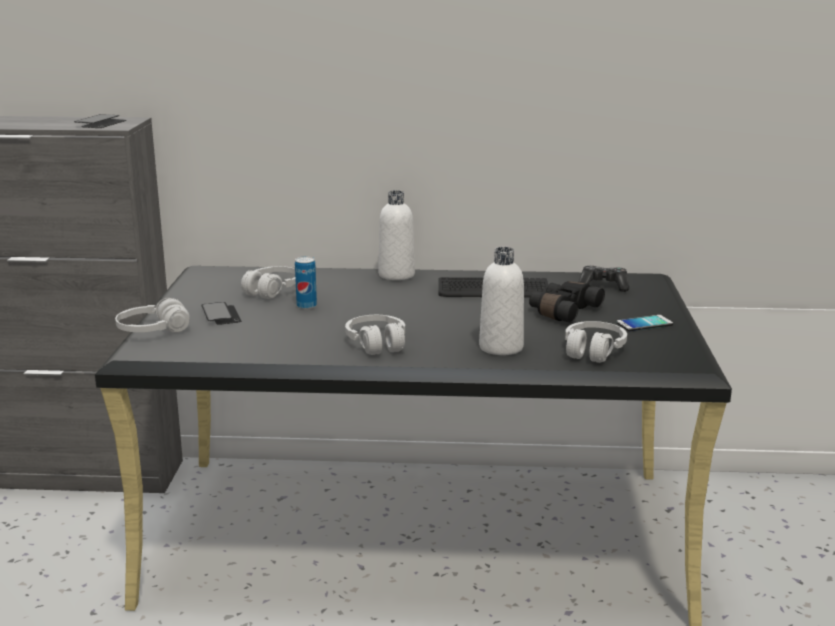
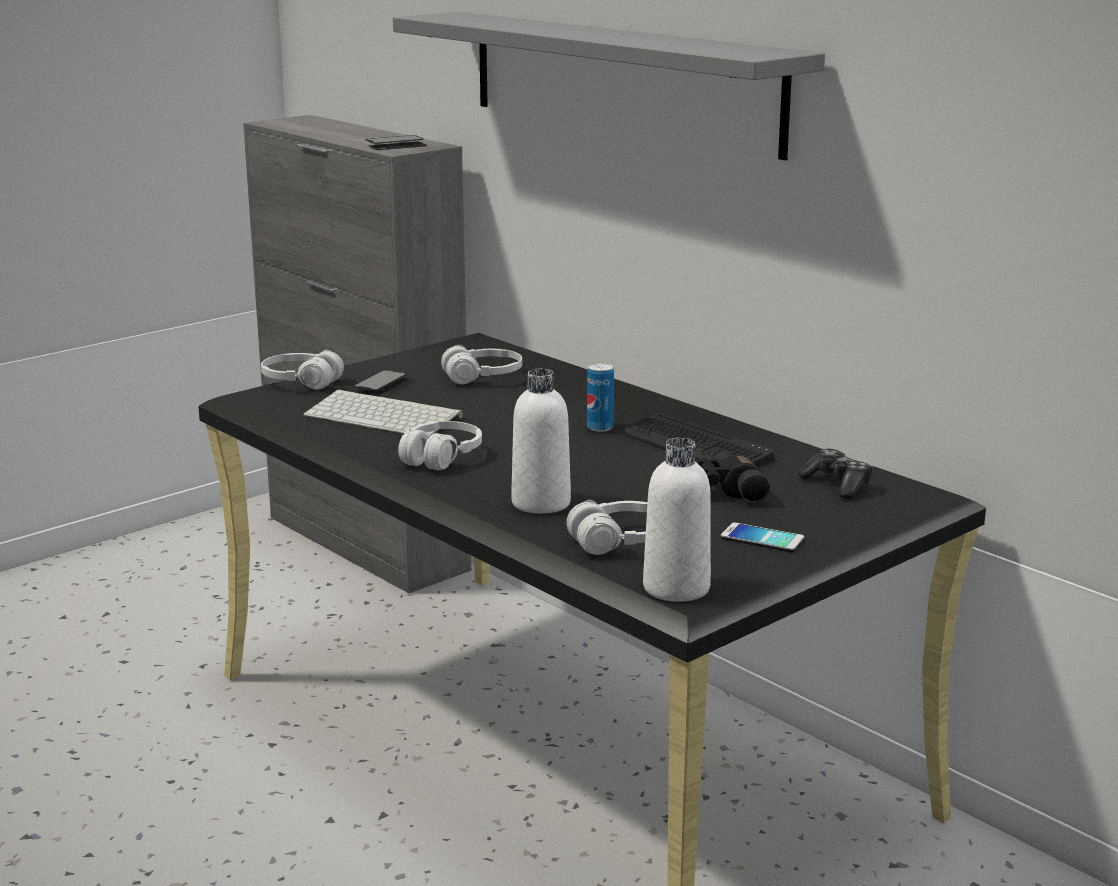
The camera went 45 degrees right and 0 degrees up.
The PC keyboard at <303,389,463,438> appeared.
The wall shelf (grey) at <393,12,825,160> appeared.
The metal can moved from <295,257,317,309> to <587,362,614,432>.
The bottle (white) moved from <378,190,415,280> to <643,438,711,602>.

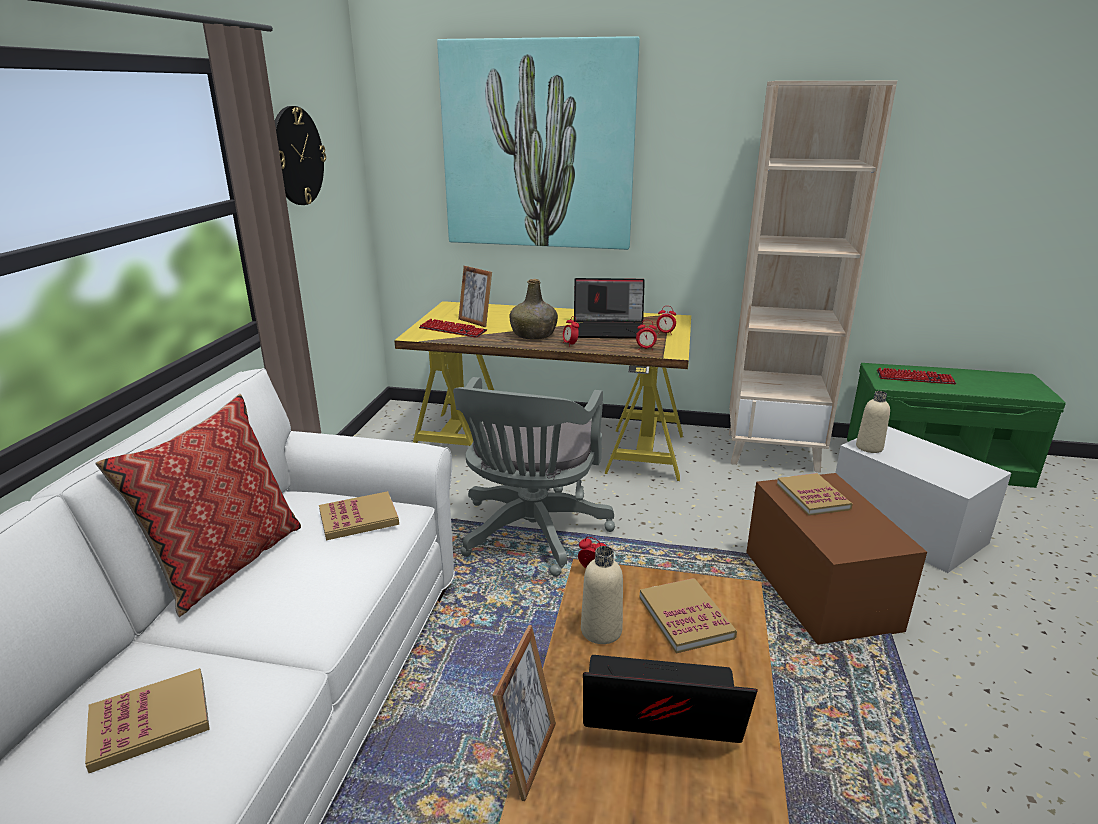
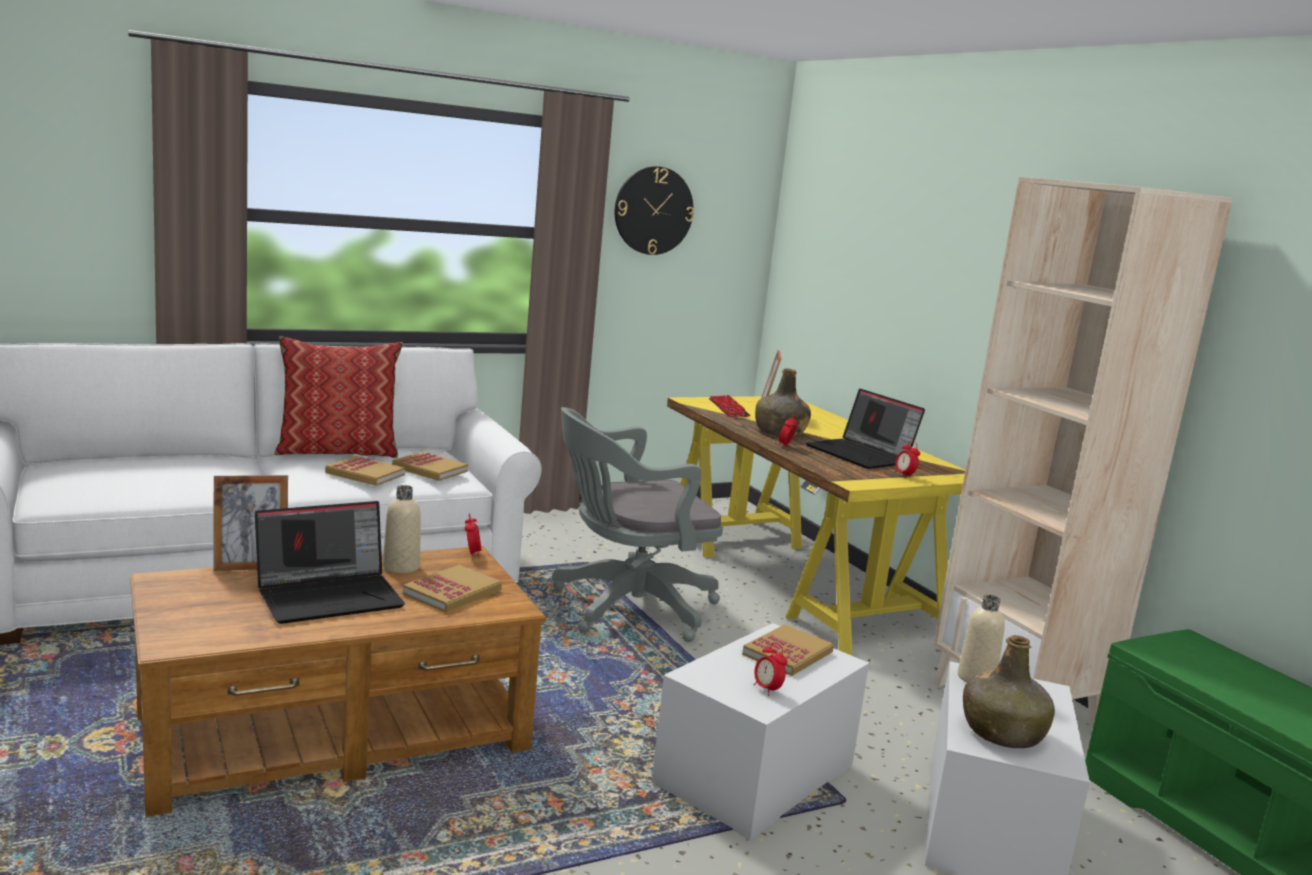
The camera went 50 degrees right and 10 degrees down.
The picture at <437,36,640,250> disappeared.
The PC keyboard at <877,368,956,384> disappeared.
The bottle (green-coloured) at <963,635,1055,748> appeared.
The bound book moved from <85,668,210,773> to <325,456,405,486>.
The alarm clock moved from <636,320,657,350> to <754,642,788,696>.
The storage bin (brown-coloured) at <746,473,927,645> became the storage bin (white) at <652,623,869,840>.
The laptop at <583,655,758,743> turned 90 degrees clockwise.

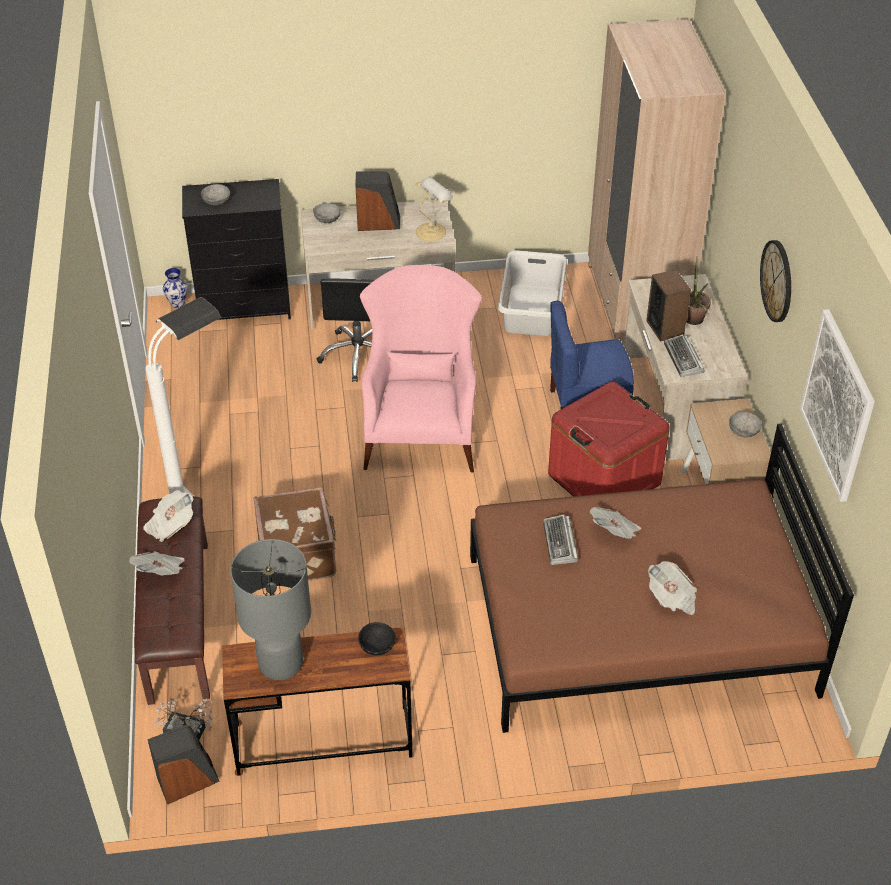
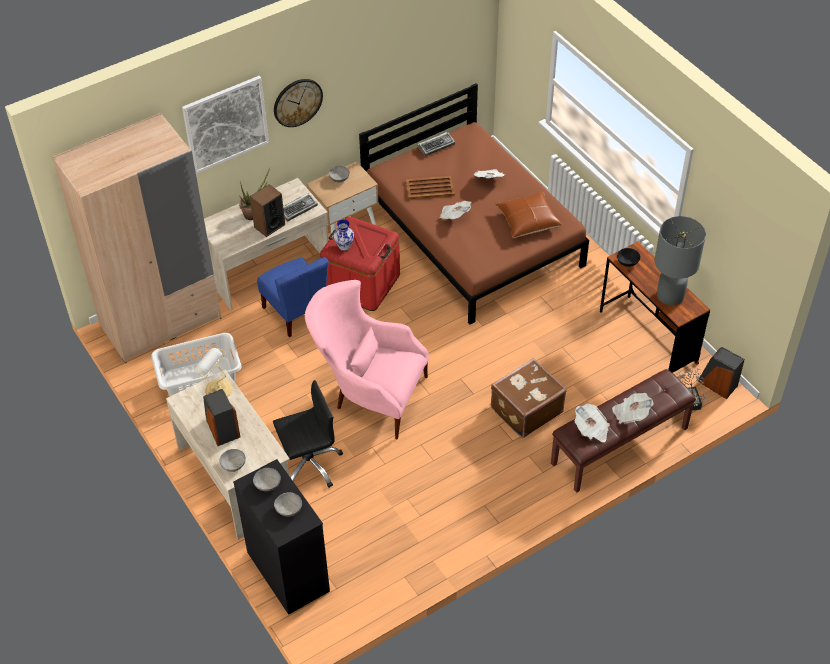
The camera went 115 degrees left and 5 degrees up.
The floor lamp (white) at <145,297,221,498> disappeared.
The deep dish (grey) at <253,468,281,491> appeared.
The carrying tray (brown-coloured) at <406,176,455,199> appeared.
The pillow (brown-coloured) at <495,192,562,238> appeared.
The vase moved from <163,268,188,308> to <334,219,354,251>.
The PC keyboard moved from <543,514,578,565> to <417,132,455,156>.
The picture moved from <800,309,875,502> to <182,76,269,174>.
The easy chair (pinkish) at <360,265,482,473> turned 45 degrees clockwise.

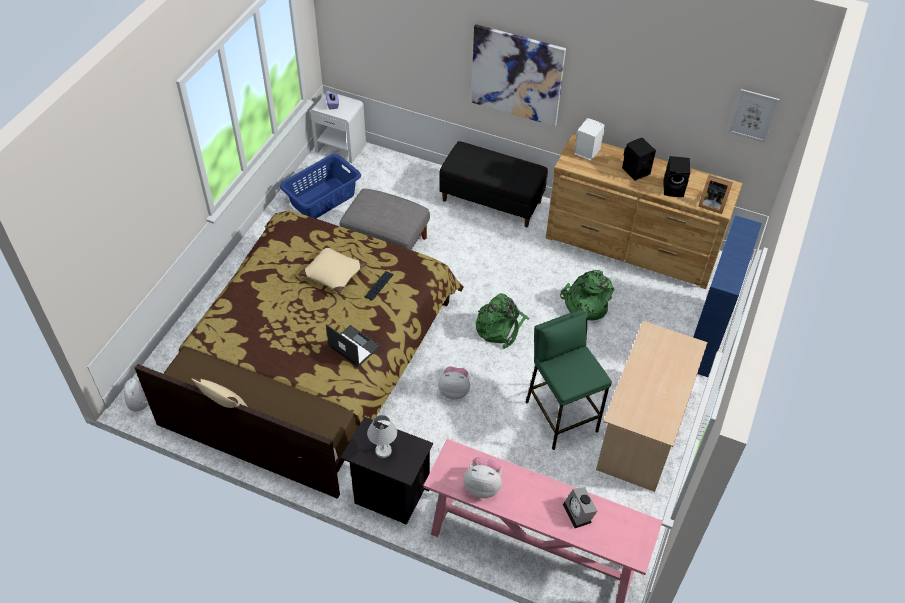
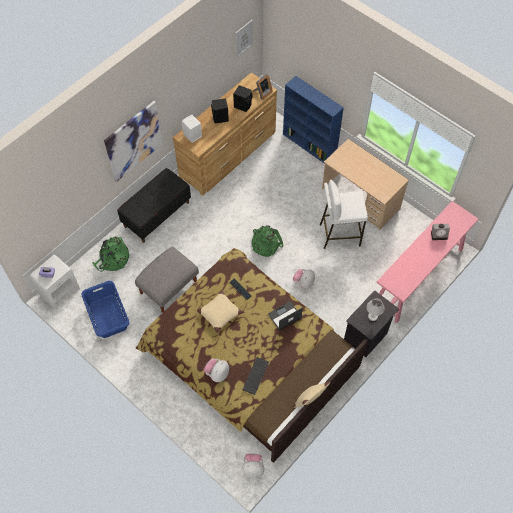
The camera went 70 degrees left and 10 degrees up.
The PC keyboard at <242,357,269,395> appeared.
The soft toy moved from <463,457,502,498> to <204,358,229,382>.
The backpack (green-coloured) moved from <560,270,614,320> to <92,236,129,272>.
The stool (green-coloured) at <526,310,612,450> became the stool (white) at <320,180,368,249>.

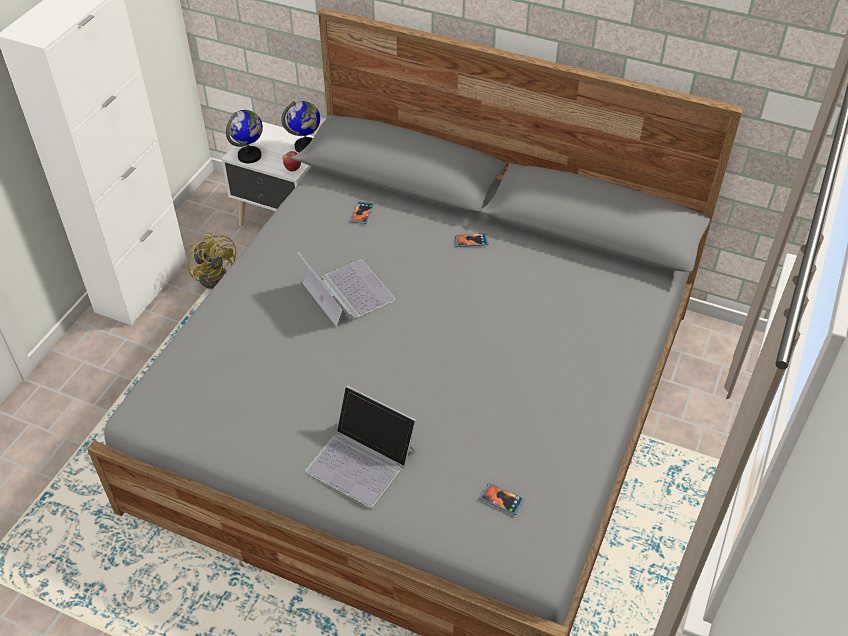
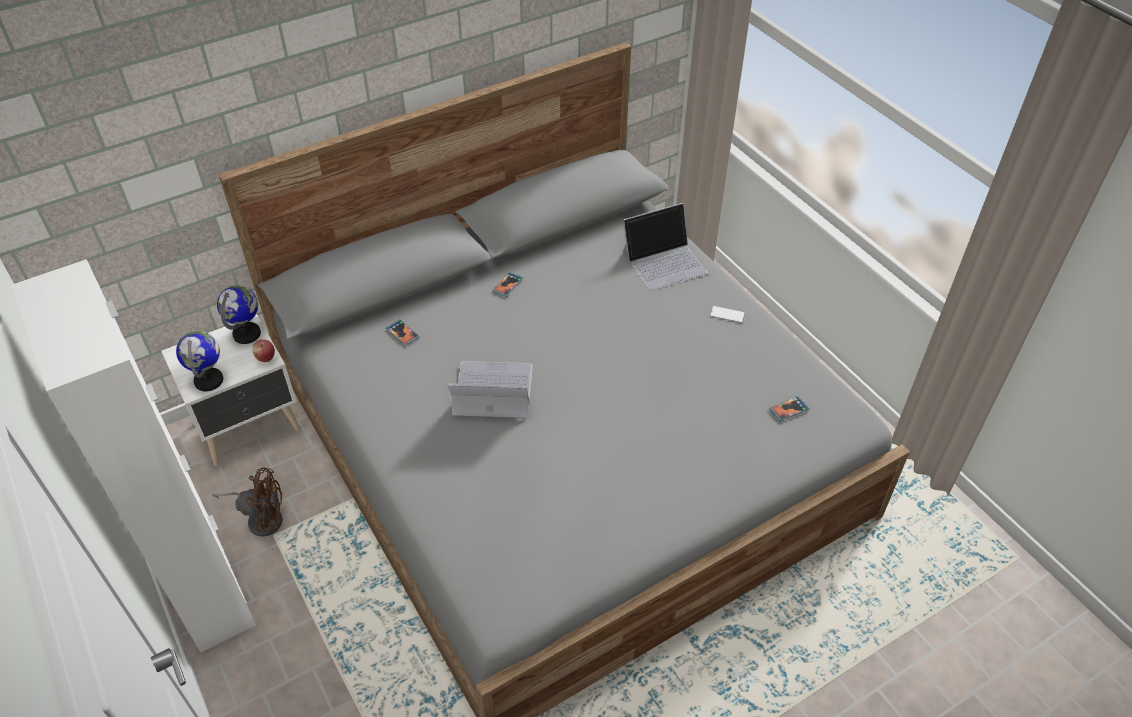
The camera went 55 degrees left and 0 degrees up.
The phone at <710,306,745,323> appeared.
The laptop moved from <305,386,416,508> to <622,203,709,291>.
The electric fan (yellow) at <188,233,236,289> became the electric fan (brown-coloured) at <212,468,283,537>.

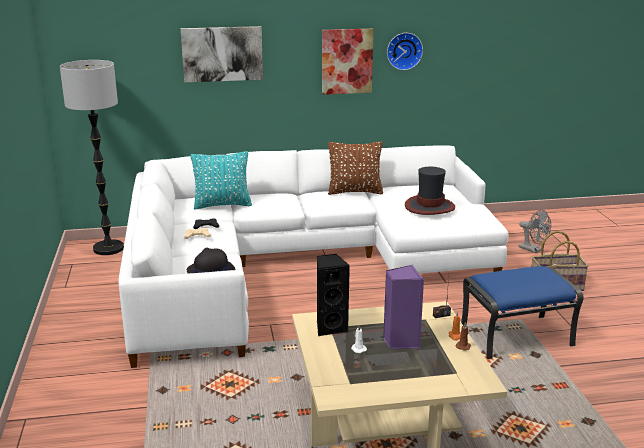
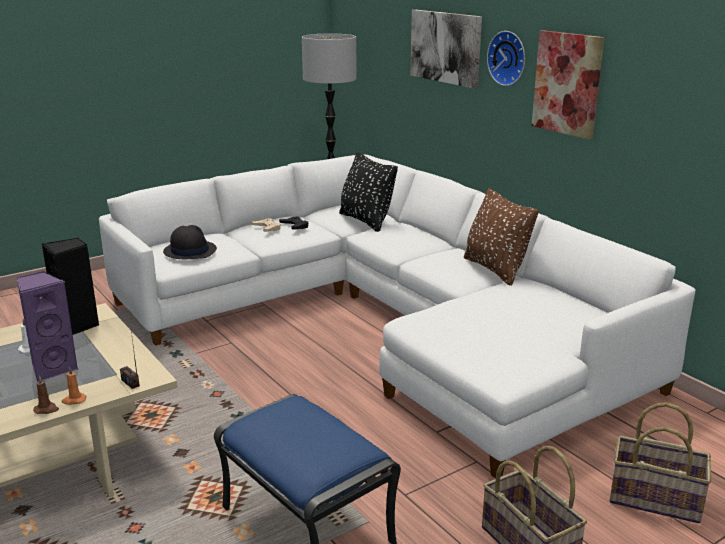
The camera went 65 degrees right and 0 degrees up.
The wearable hat at <405,167,455,215> disappeared.
The clock on the wall moved from <387,33,423,70> to <487,31,525,86>.
The electric fan (grey) at <519,210,551,253> was replaced by the household basket at <610,402,711,523>.
The pillow (turquoise) at <191,151,252,210> became the pillow (black-coloured) at <339,152,398,232>.

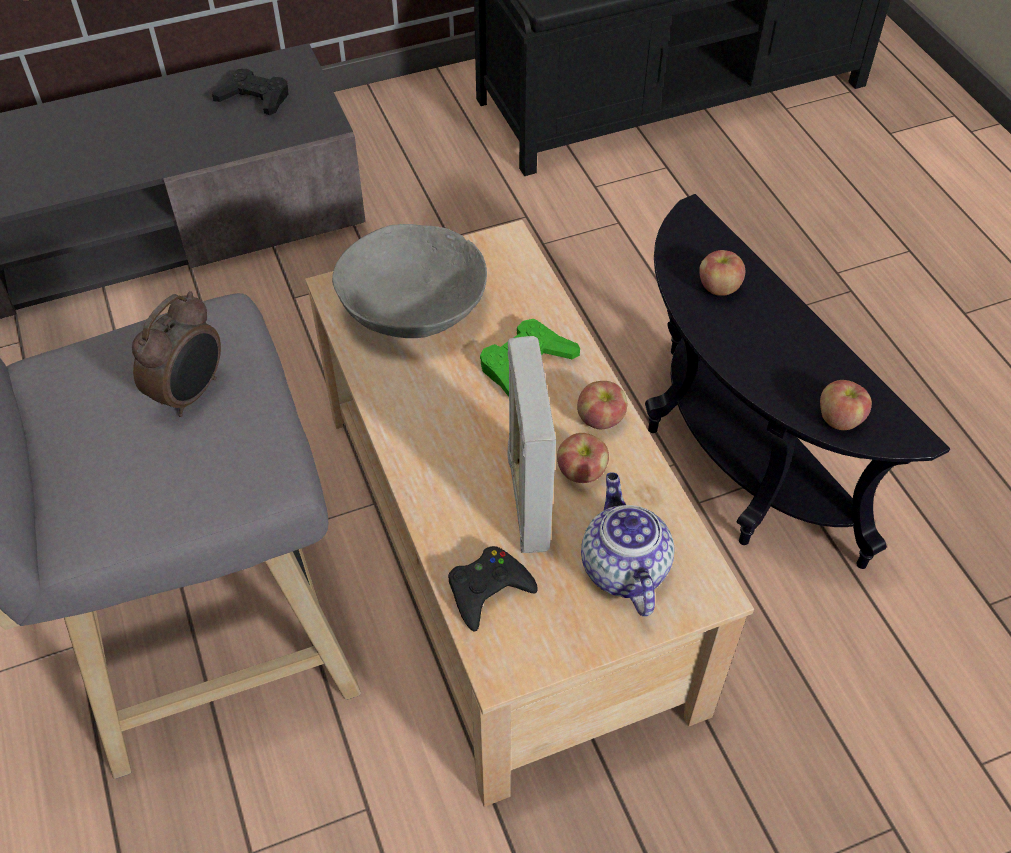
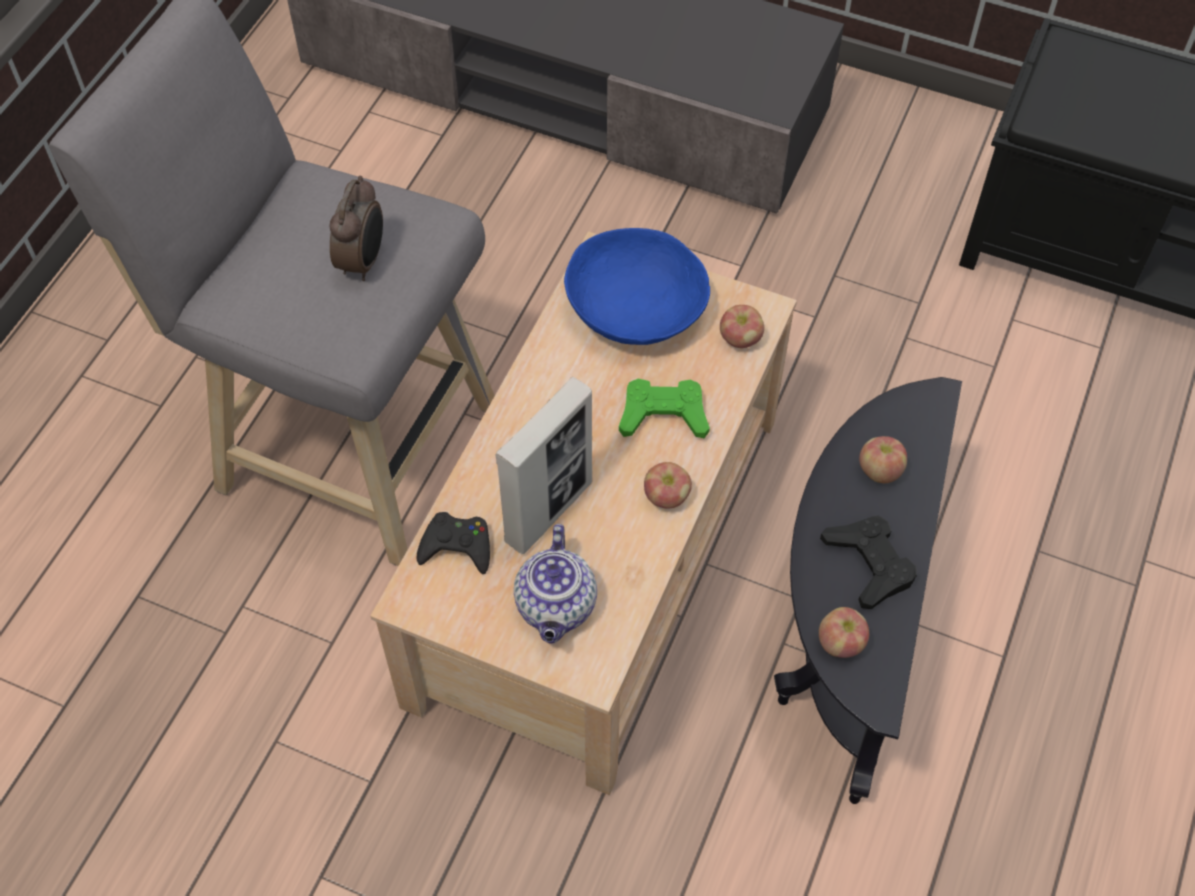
The camera went 45 degrees right and 5 degrees up.
The joypad (black-coloured) moved from <212,69,288,116> to <820,516,917,609>.
The whole apple moved from <557,433,609,483> to <720,305,764,348>.
The deep dish (grey) at <332,224,487,338> became the deep dish (blue-coloured) at <564,228,710,345>.
The alarm clock at <132,291,221,417> turned 60 degrees counterclockwise.
The teapot at <581,472,675,616> turned 150 degrees clockwise.

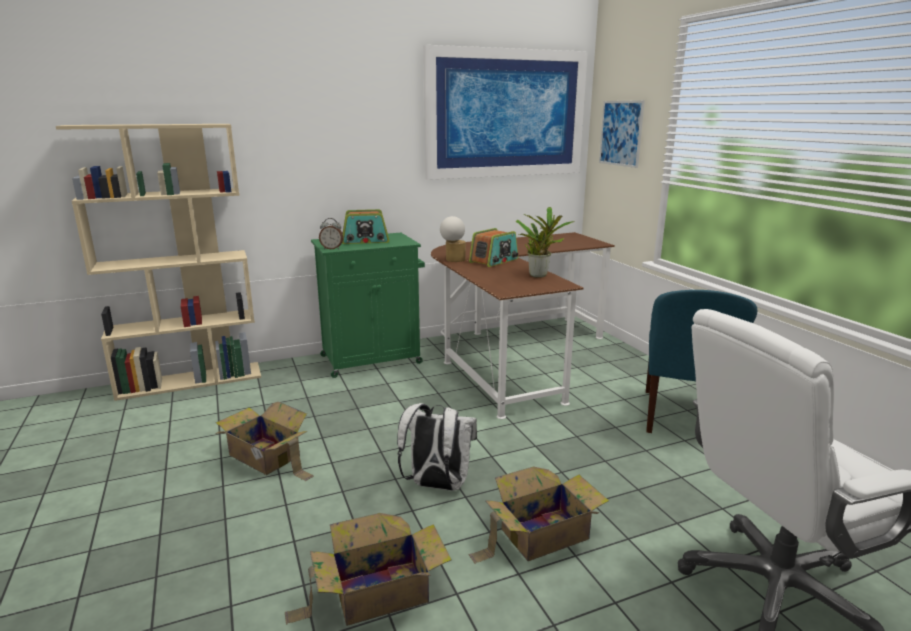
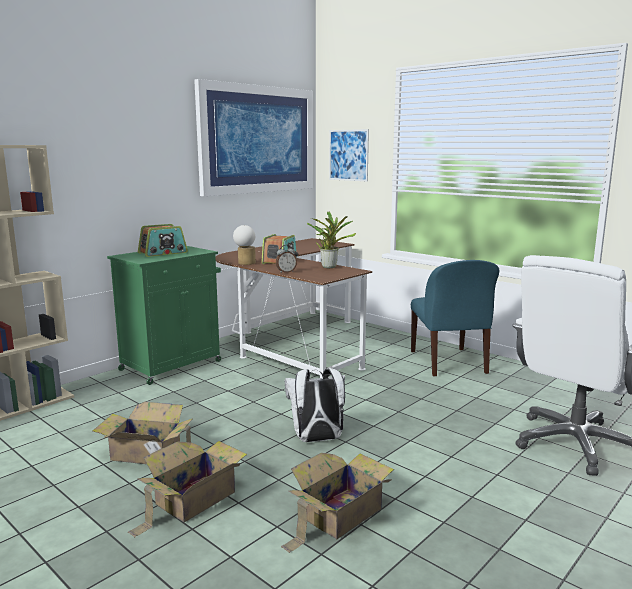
The camera went 25 degrees left and 5 degrees down.
The alarm clock moved from <319,218,343,249> to <276,245,297,273>.
The cardboard box moved from <469,466,609,564> to <128,441,247,537>.

